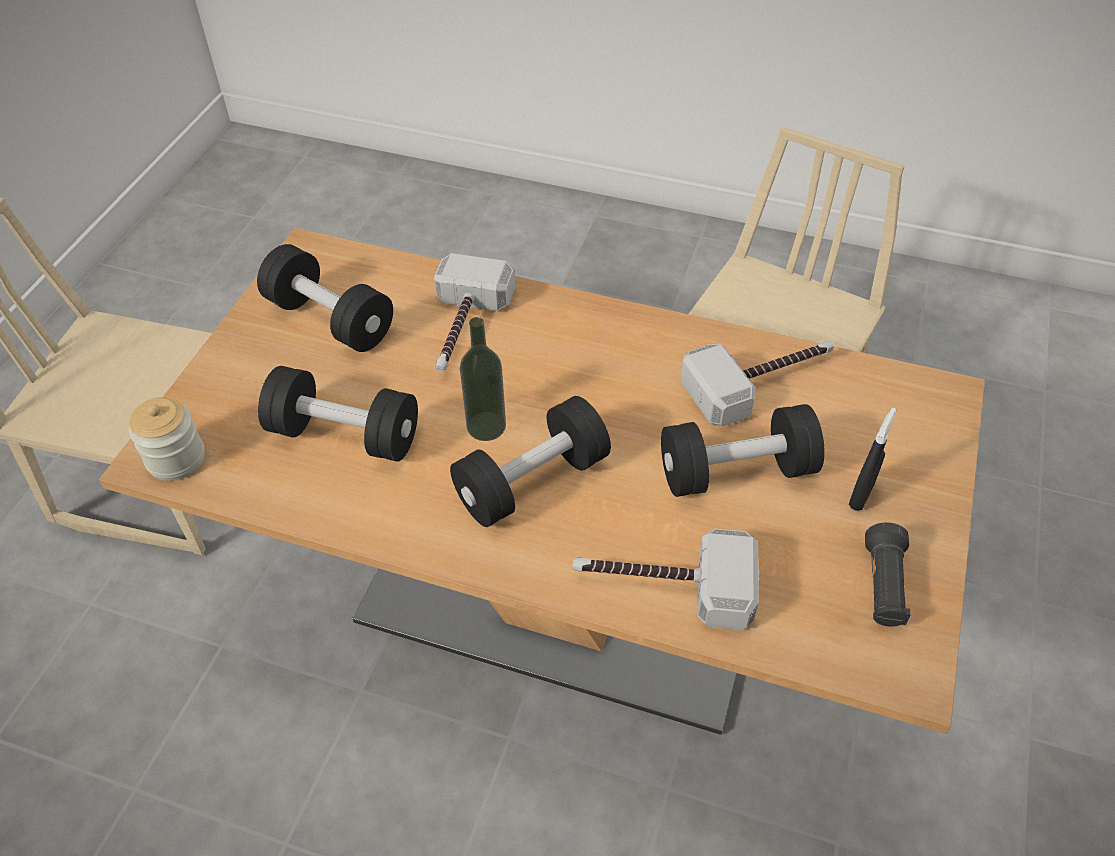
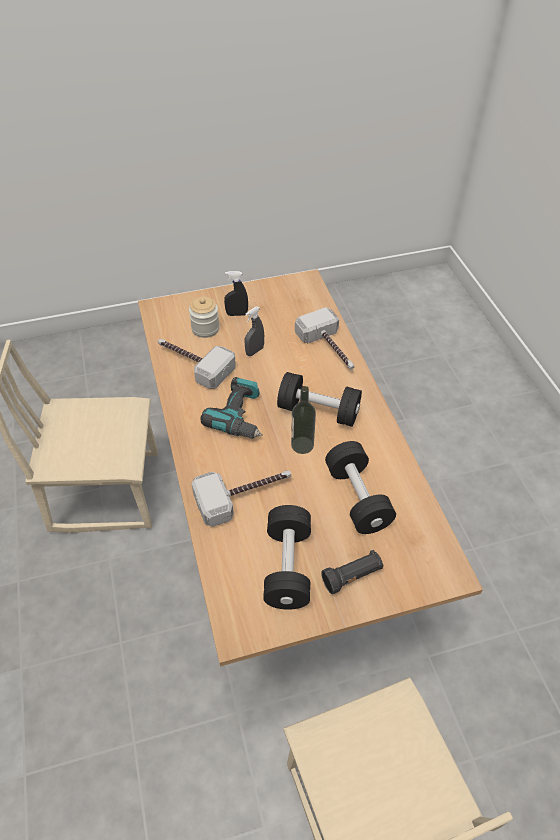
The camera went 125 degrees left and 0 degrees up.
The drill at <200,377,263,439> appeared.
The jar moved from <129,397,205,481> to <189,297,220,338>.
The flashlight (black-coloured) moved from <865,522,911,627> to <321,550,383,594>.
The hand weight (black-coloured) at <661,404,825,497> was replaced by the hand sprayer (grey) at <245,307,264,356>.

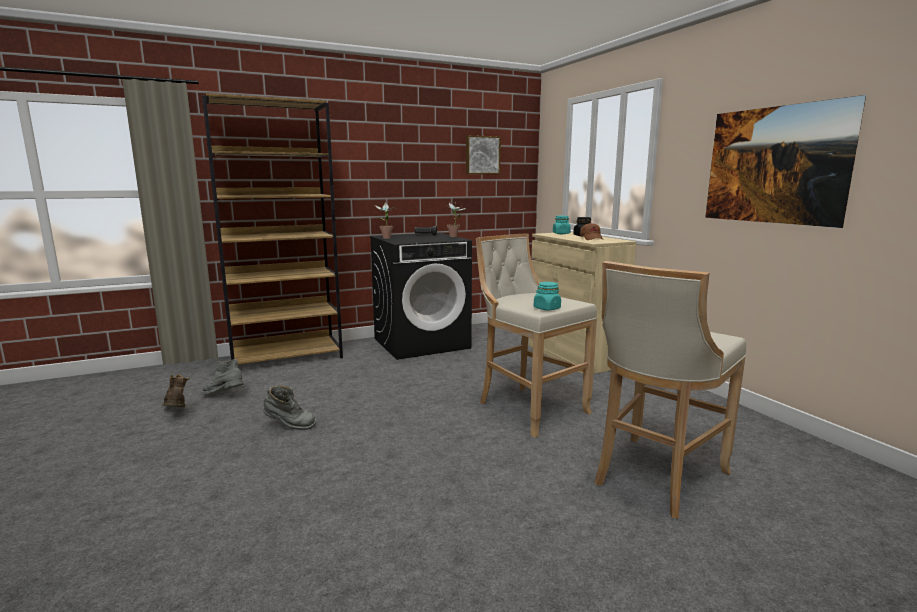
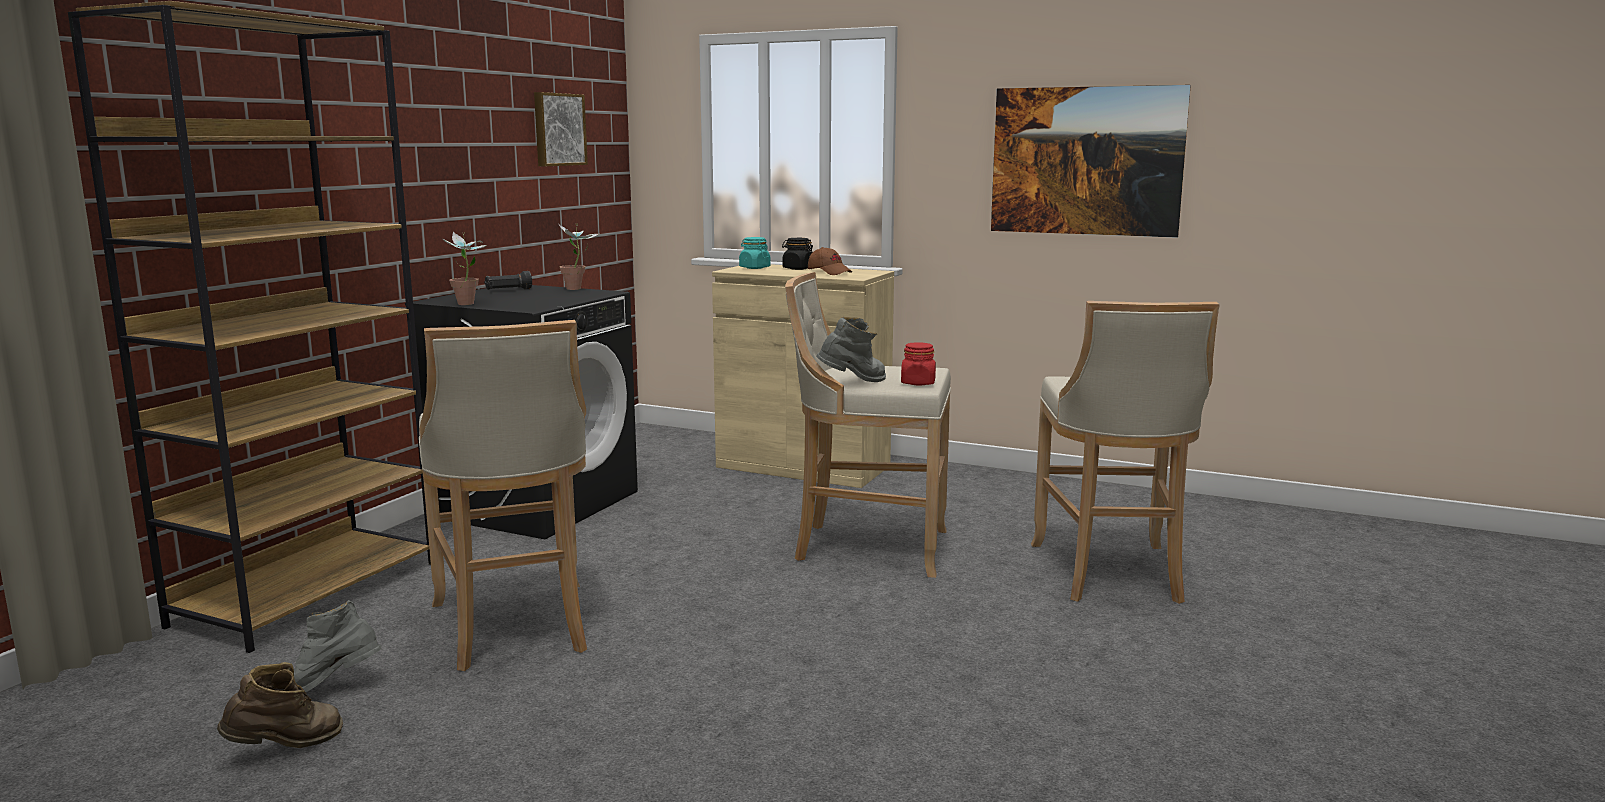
The camera went 40 degrees left and 0 degrees up.
The stool (sand-coloured) at <419,320,587,671> appeared.
The tall boot (grey) moved from <263,385,316,430> to <816,317,886,382>.
The jar (turquoise) at <534,282,561,310> became the jar (red) at <901,342,936,385>.
The tall boot (brown-coloured) at <162,375,190,408> turned 120 degrees clockwise.

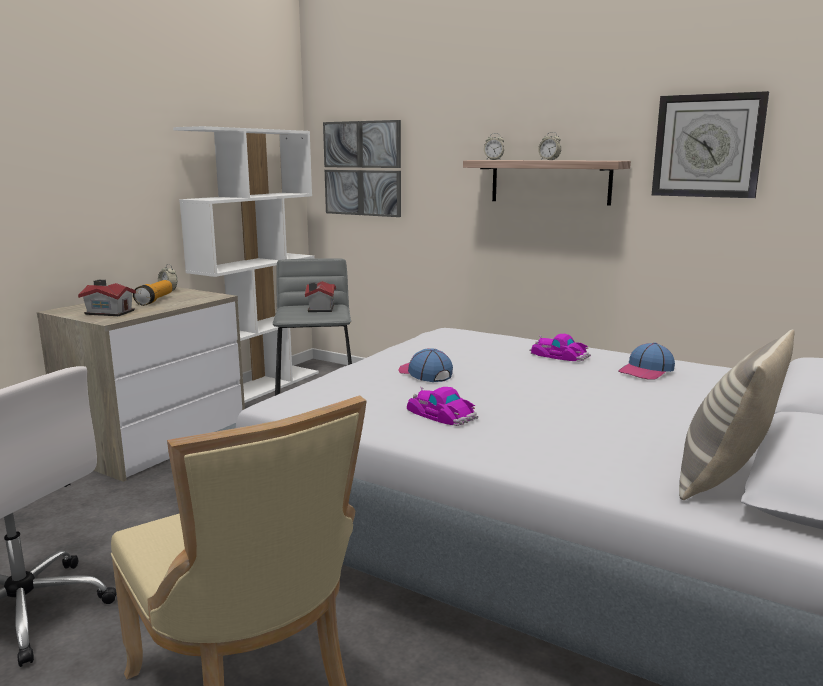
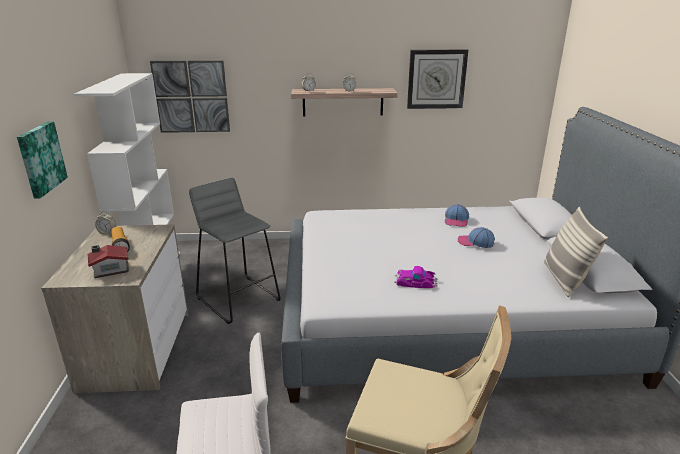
The camera went 35 degrees left and 10 degrees up.
The toy house at <305,281,336,312> disappeared.
The model car at <529,334,591,362> disappeared.
The picture at <17,121,68,199> appeared.
The baseball cap moved from <398,348,453,382> to <458,227,495,248>.

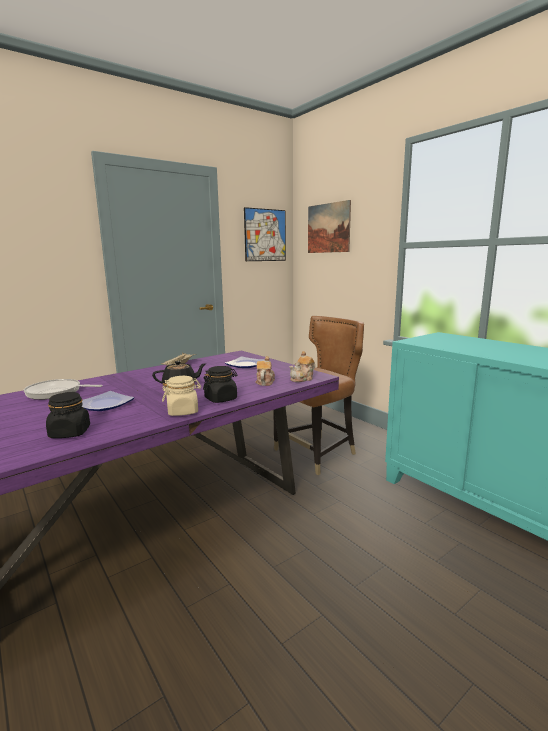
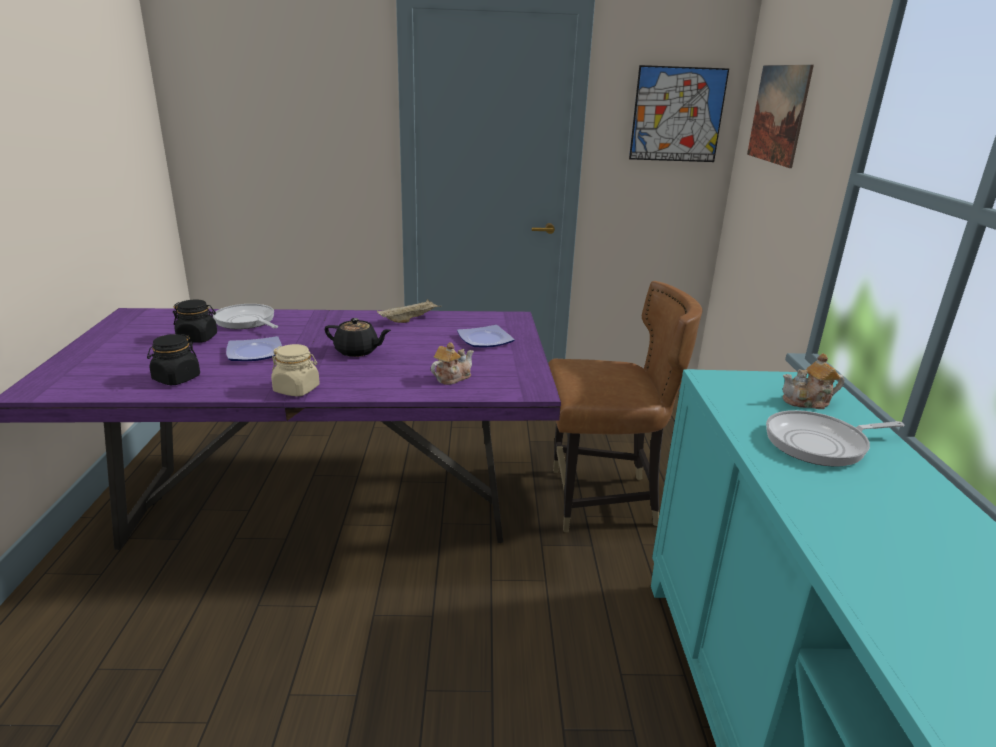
The camera went 35 degrees right and 10 degrees up.
The pan at <766,410,905,467> appeared.
The jar (black-coloured) moved from <203,366,237,403> to <173,299,217,343>.
The teapot moved from <289,351,315,382> to <783,353,844,409>.

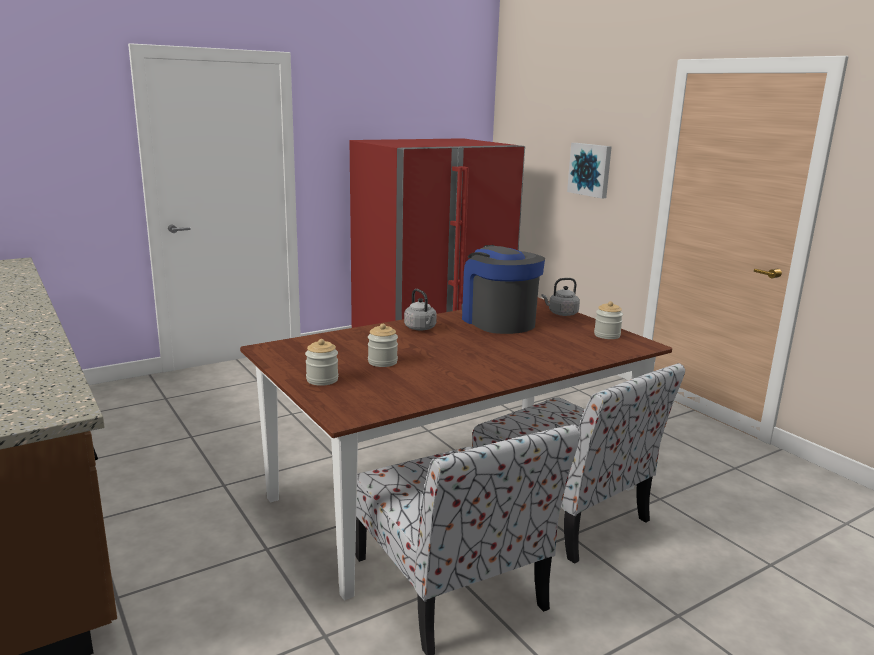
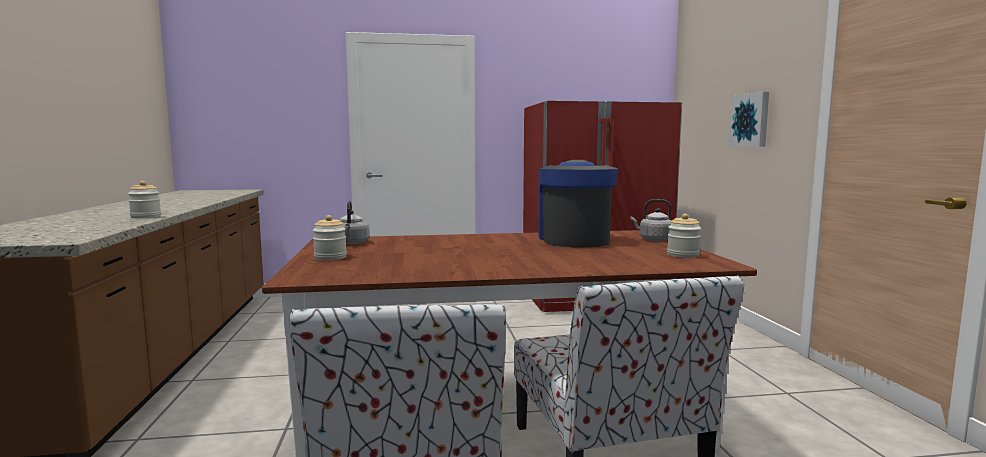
The camera went 25 degrees right and 10 degrees down.
The jar moved from <368,324,398,367> to <128,181,161,218>.
The tea kettle (grey) moved from <404,289,437,331> to <340,201,370,245>.

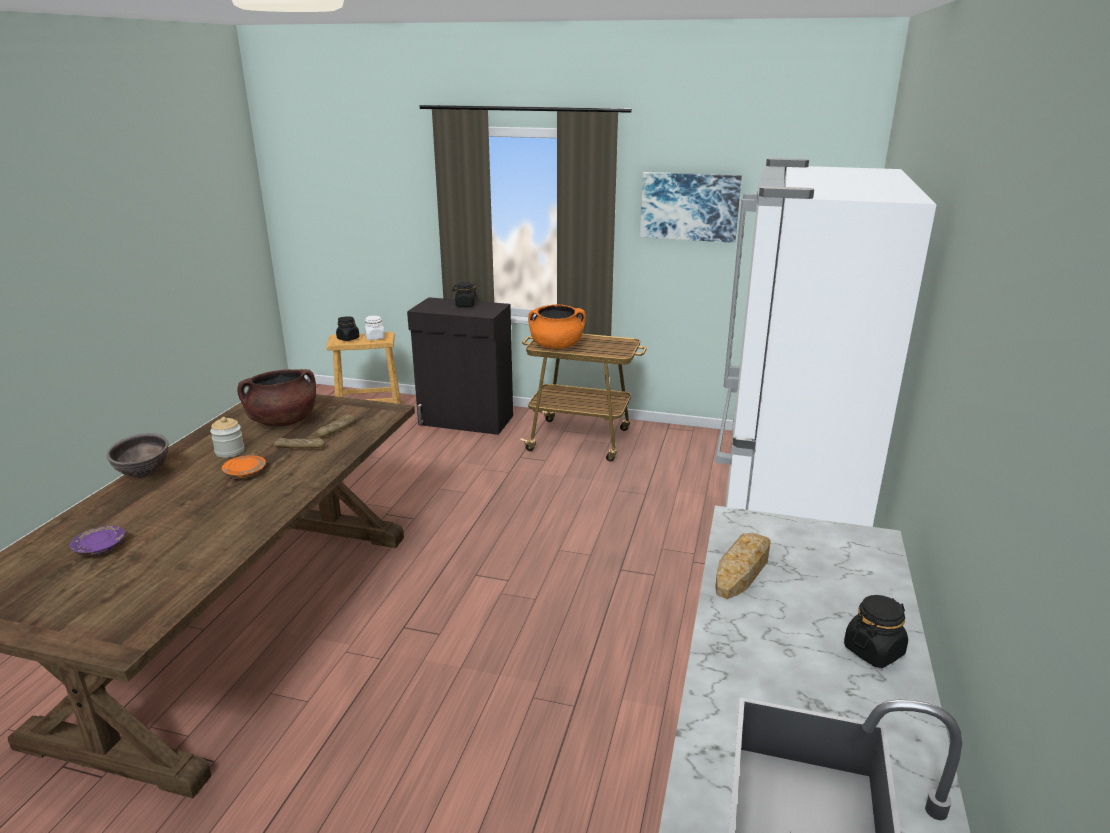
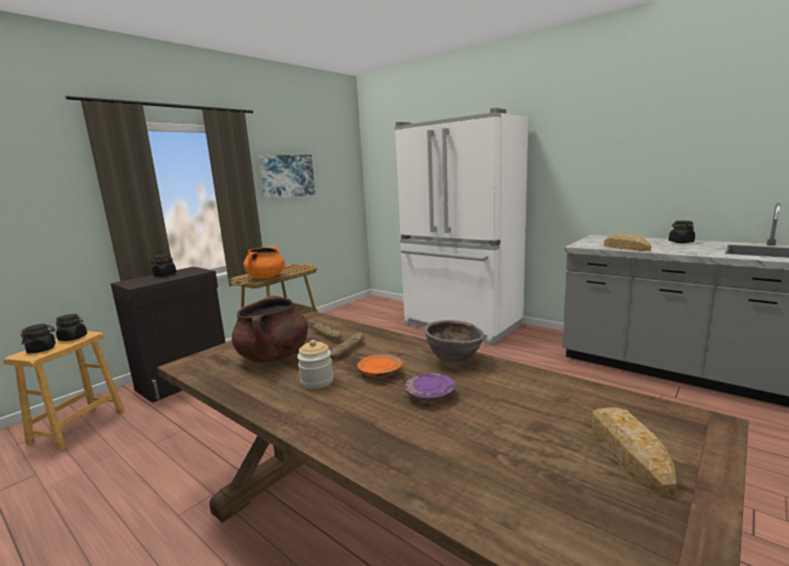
The camera went 65 degrees left and 10 degrees down.
The baked bread at <592,407,677,496> appeared.
The flat dish (purple-coloured) moved from <70,526,125,556> to <405,373,455,401>.
The deep dish (brown-coloured) moved from <107,433,169,478> to <424,320,484,364>.
The jar (white) at <364,316,385,340> became the jar (black-coloured) at <56,314,87,341>.

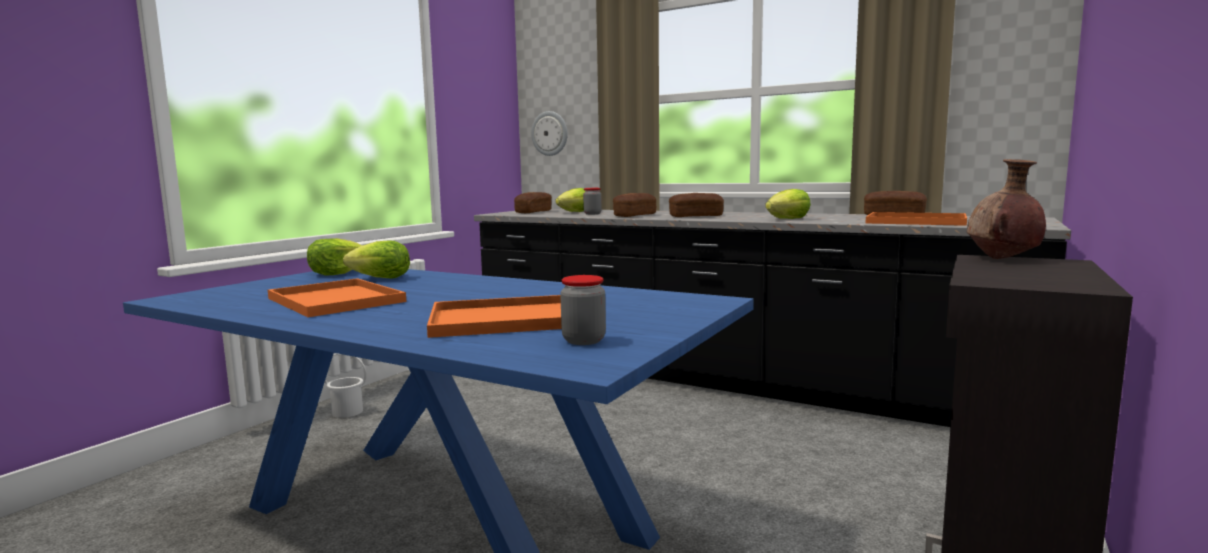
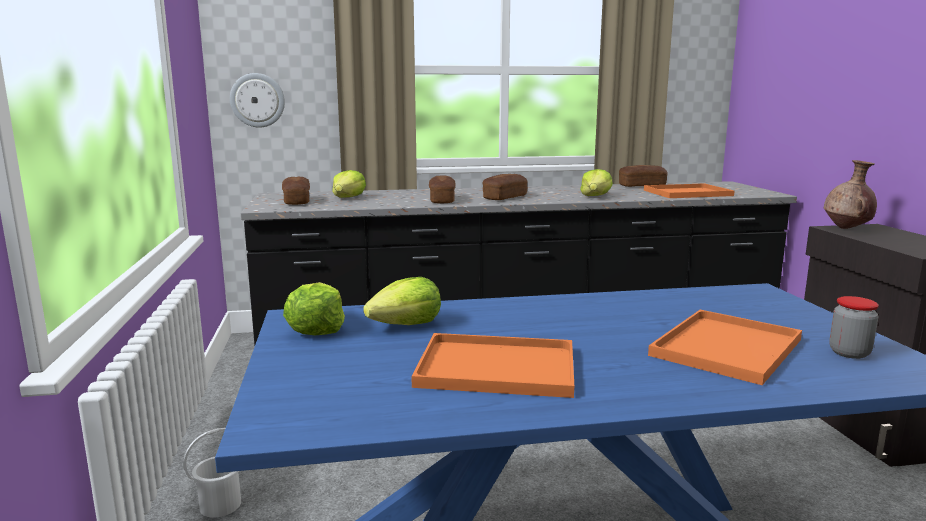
The camera went 40 degrees left and 5 degrees up.
The jar at <583,188,602,215> disappeared.

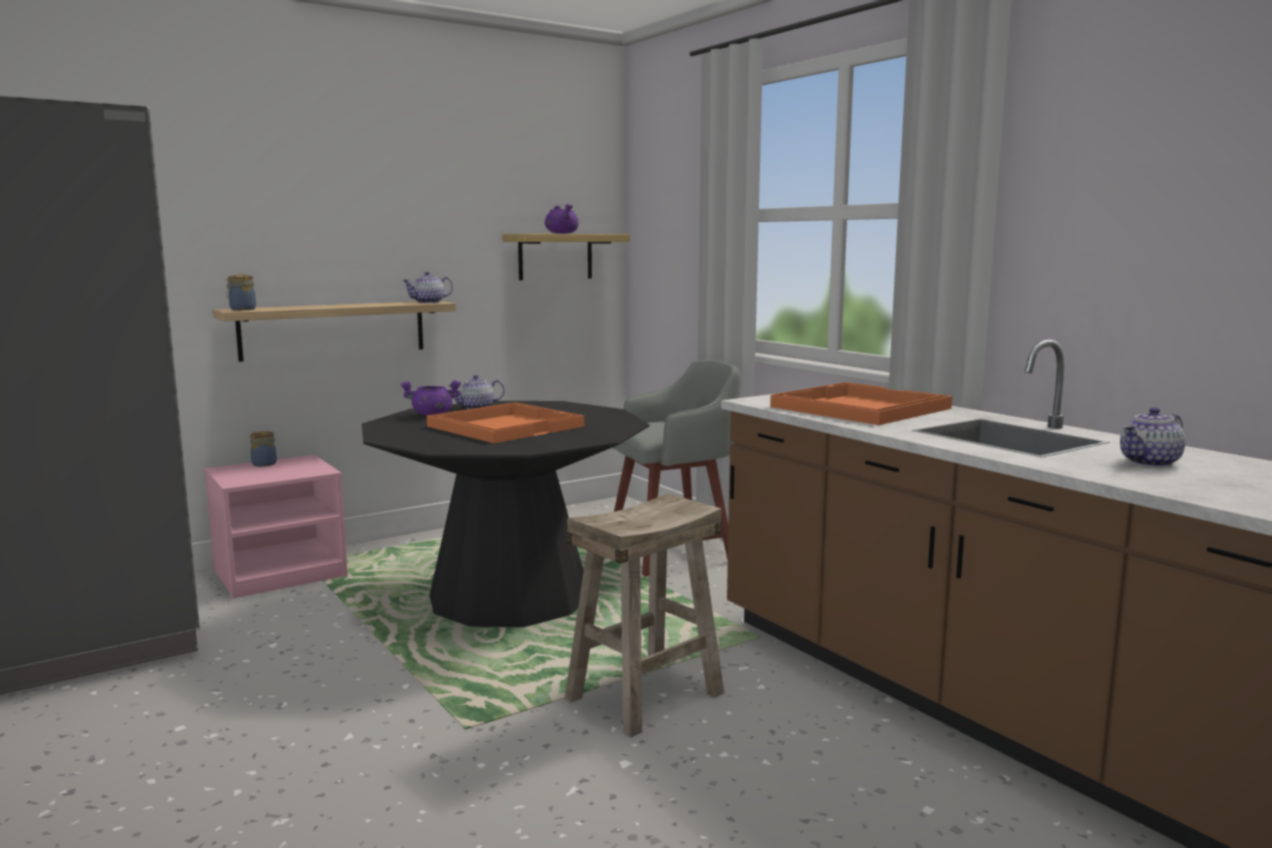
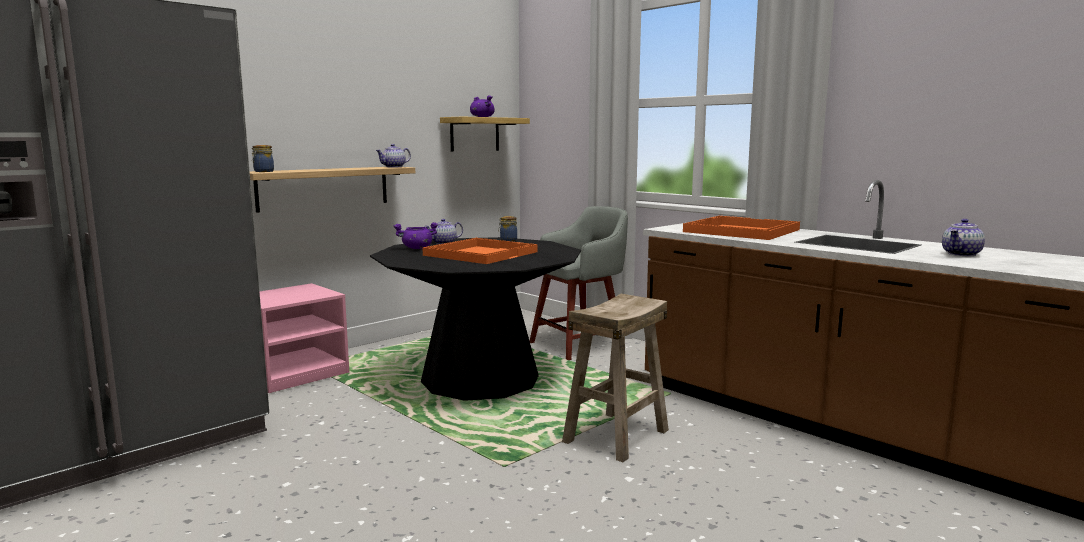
The camera went 10 degrees left and 0 degrees up.
The jar moved from <250,431,277,467> to <499,216,517,241>.

